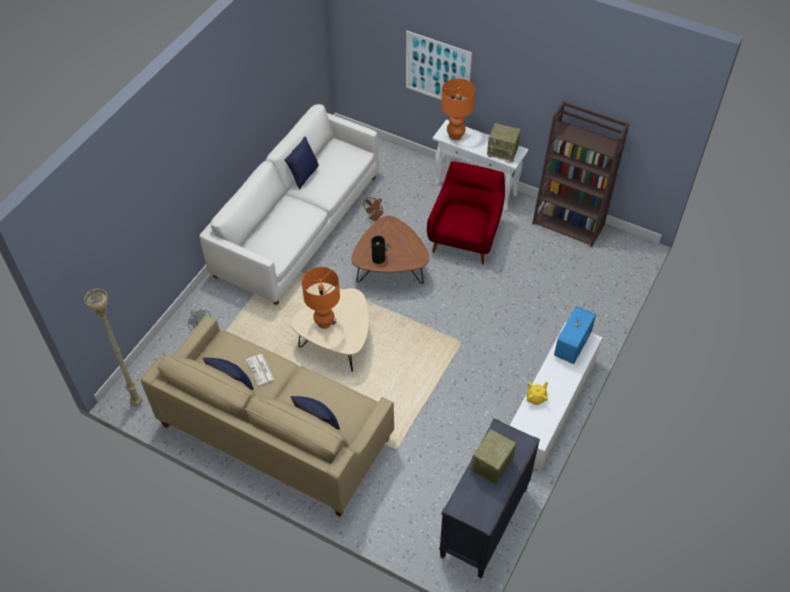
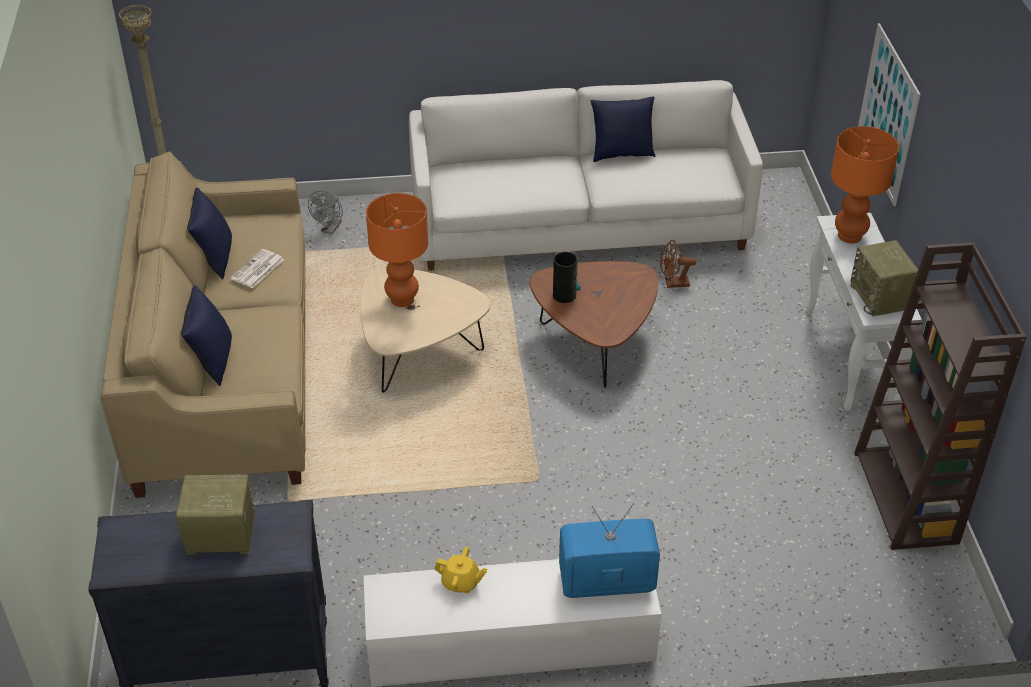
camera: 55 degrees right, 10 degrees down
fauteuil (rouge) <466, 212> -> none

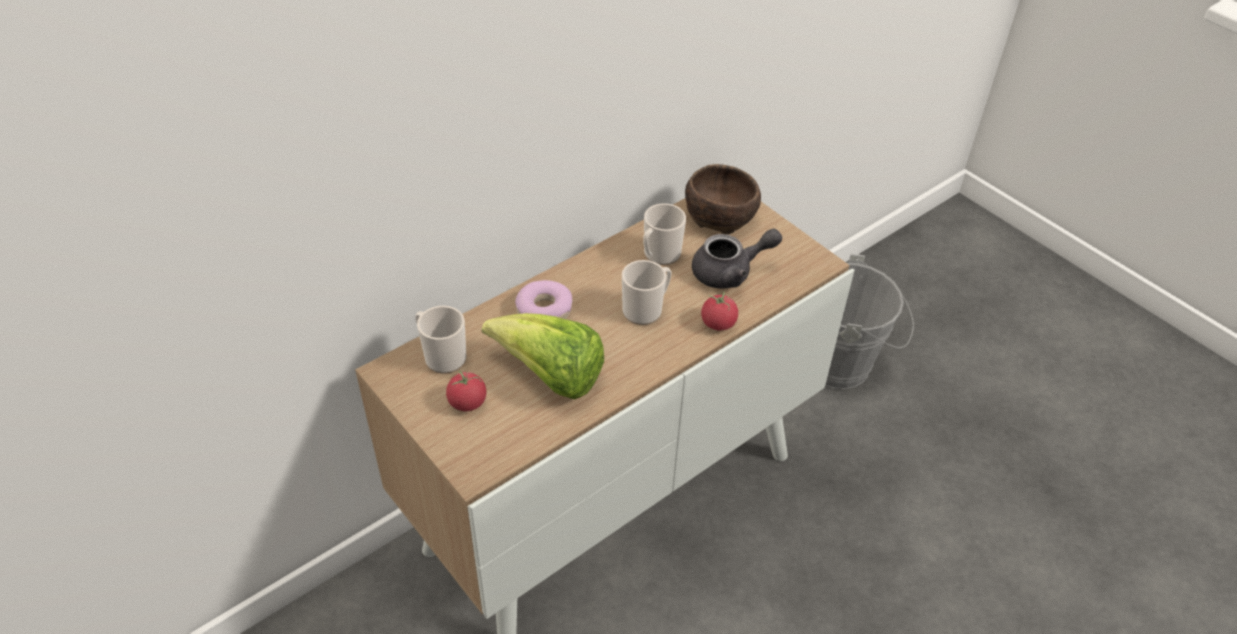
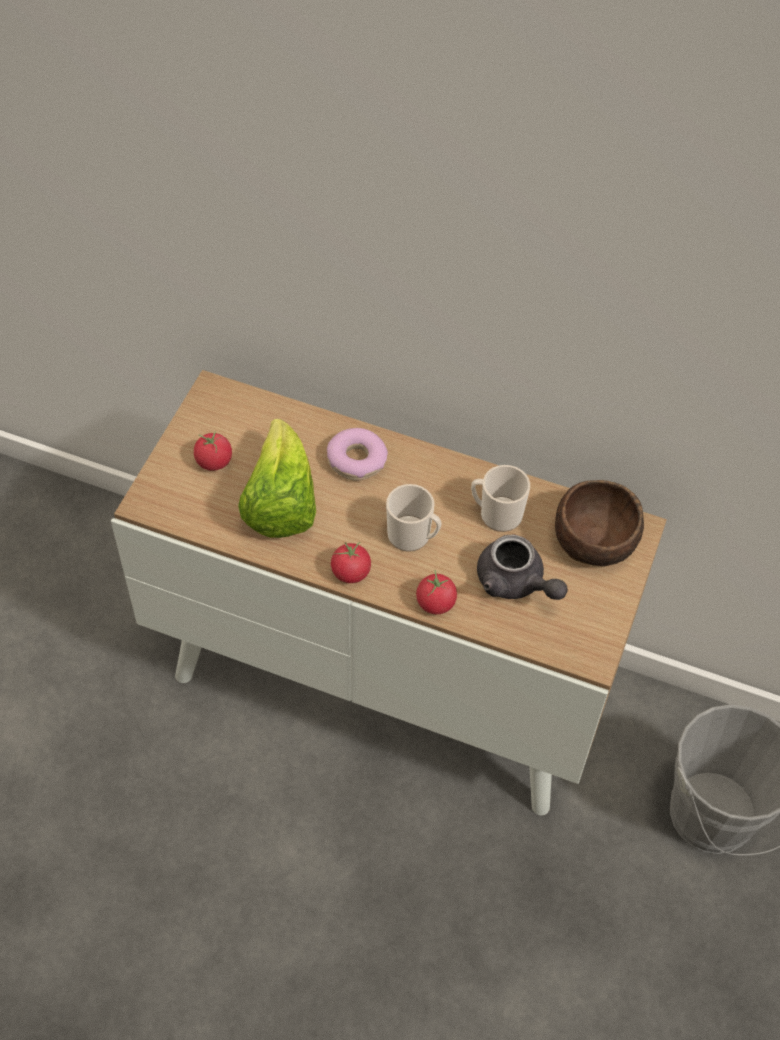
camera: 60 degrees right, 10 degrees up
mug <440, 340> -> none
none -> tomate <351, 562>

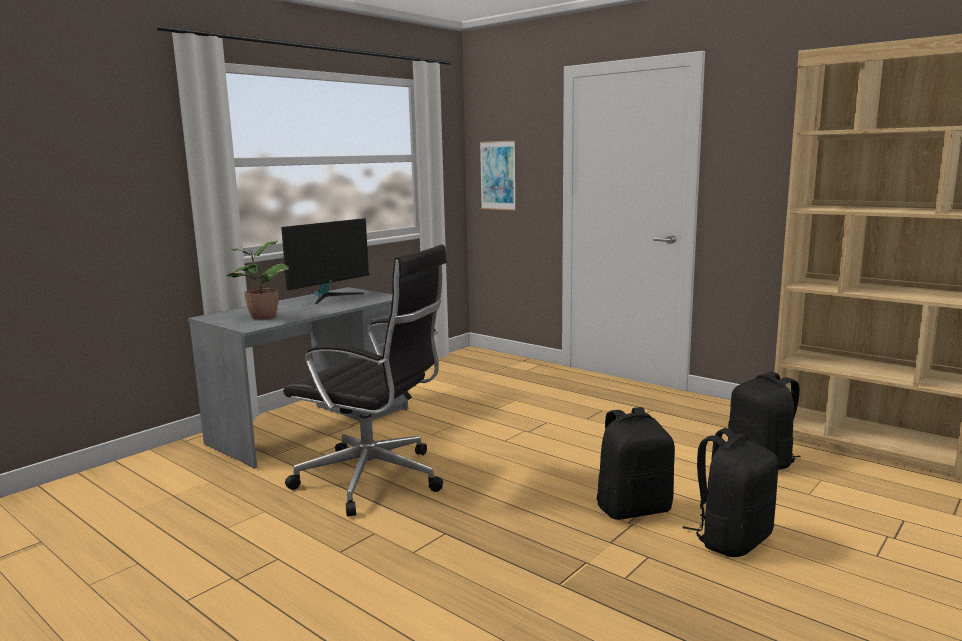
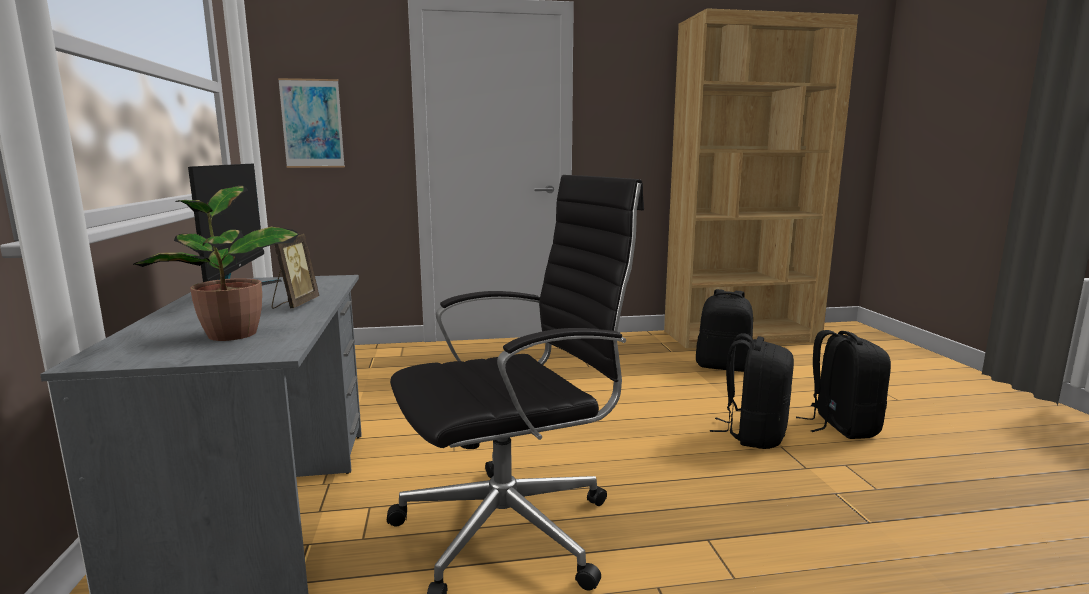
camera: 50 degrees left, 0 degrees up
none -> cadre photo <295, 271>

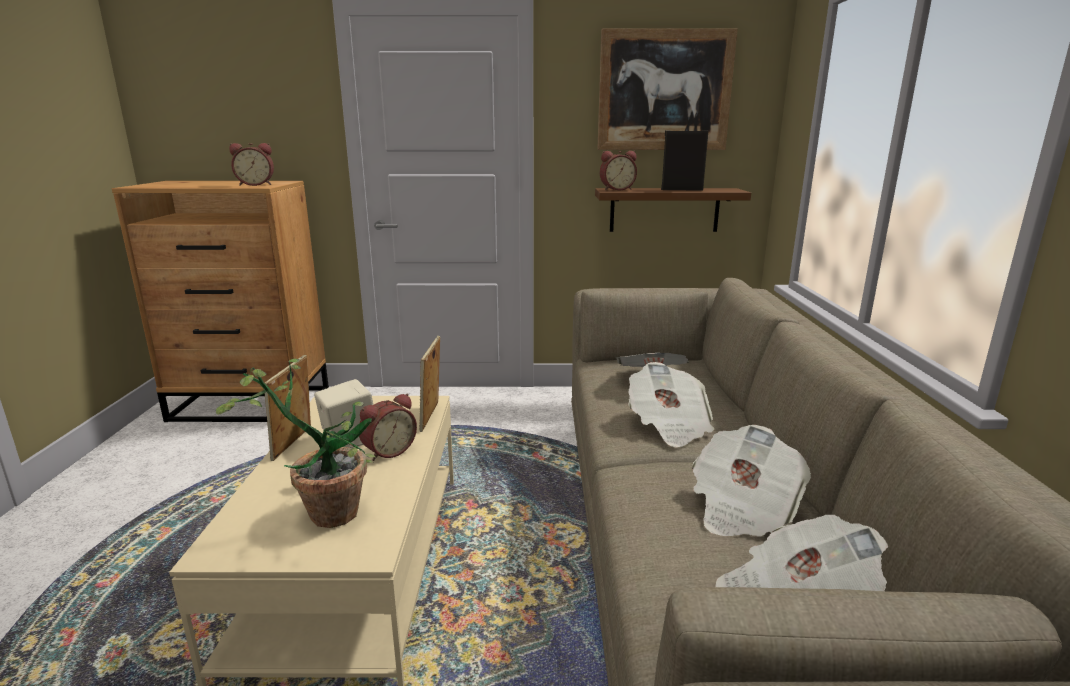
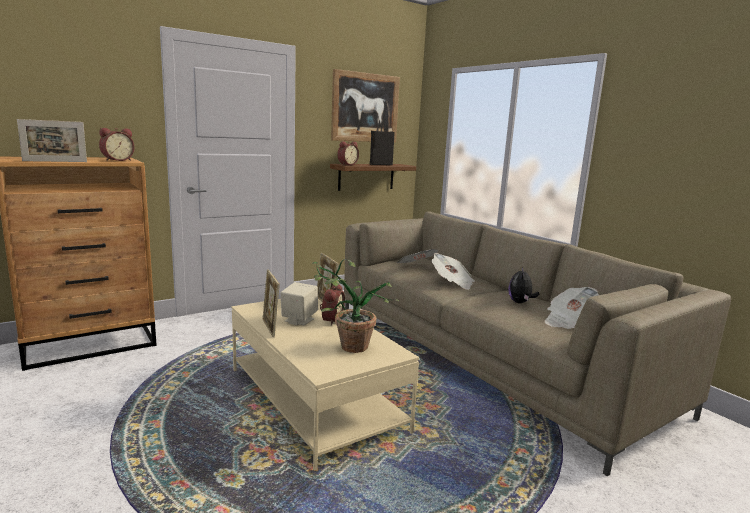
camera: 35 degrees left, 5 degrees down
journal <751, 481> -> peluche <523, 285>
none -> cadre photo <52, 140>

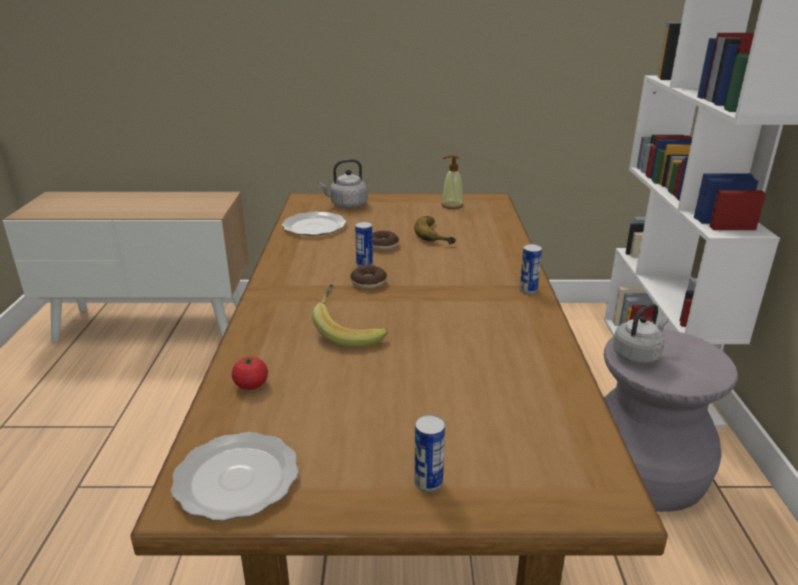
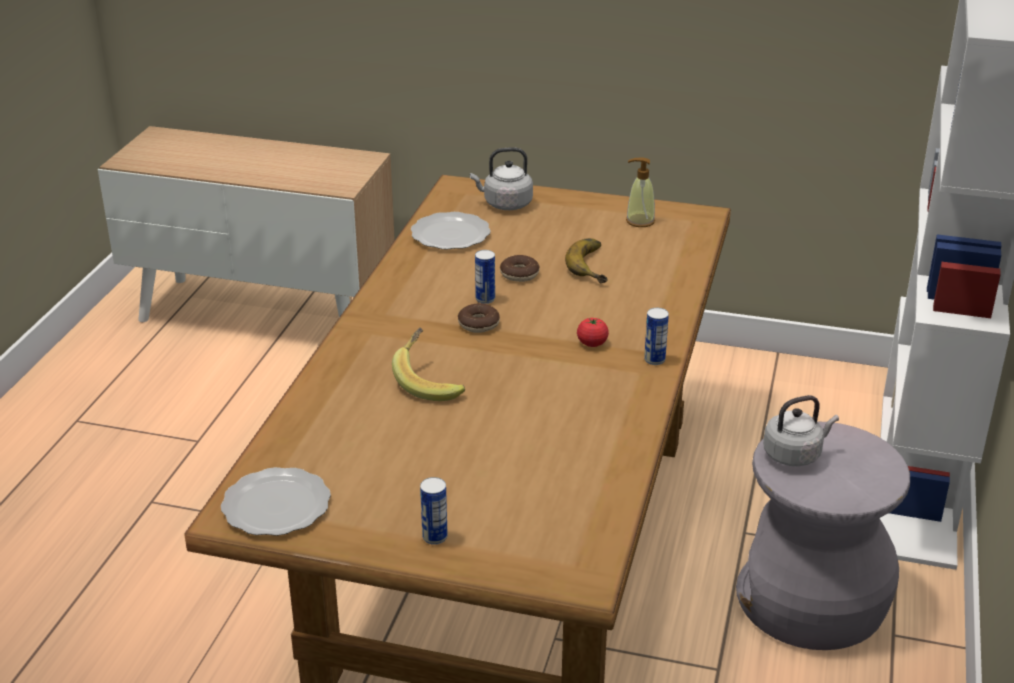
camera: 15 degrees right, 5 degrees up
tomate <250, 373> -> tomate <593, 332>, move

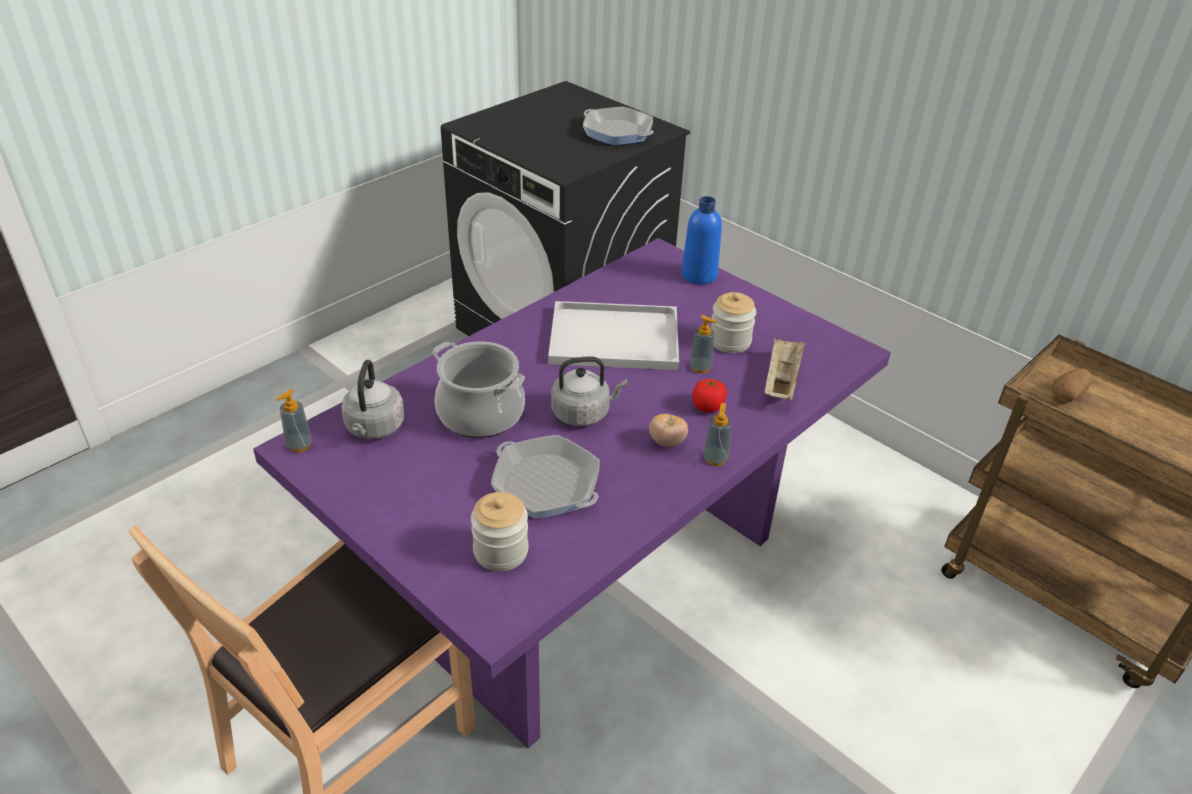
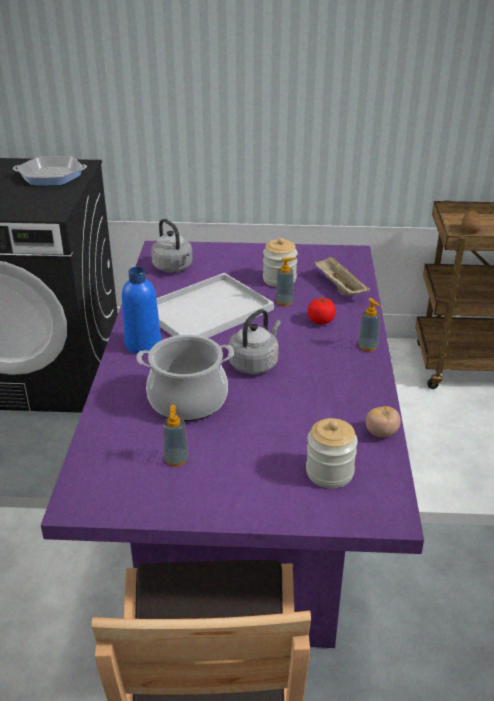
camera: 40 degrees left, 5 degrees down
bouteille (bleu) <701, 240> -> bouteille (bleu) <141, 310>, move
bouilloire (gris) <373, 399> -> bouilloire (gris) <172, 245>, move
distributeur de savon <294, 420> -> distributeur de savon <176, 435>, move
tomate <668, 430> -> tomate <383, 421>, move
poêle <545, 477> -> none

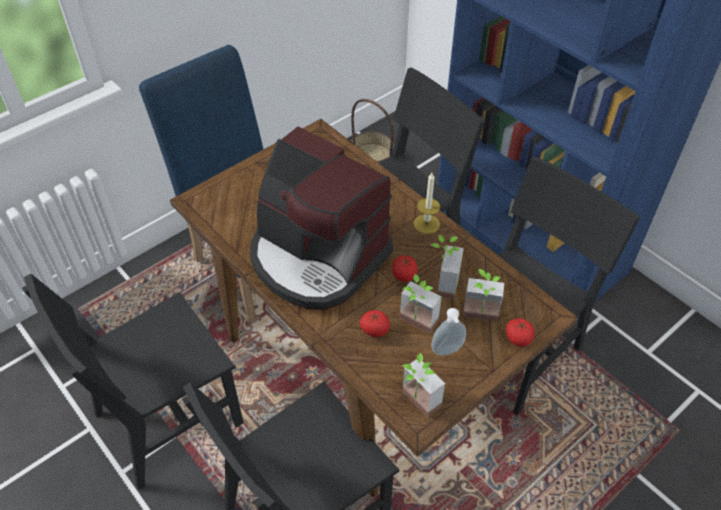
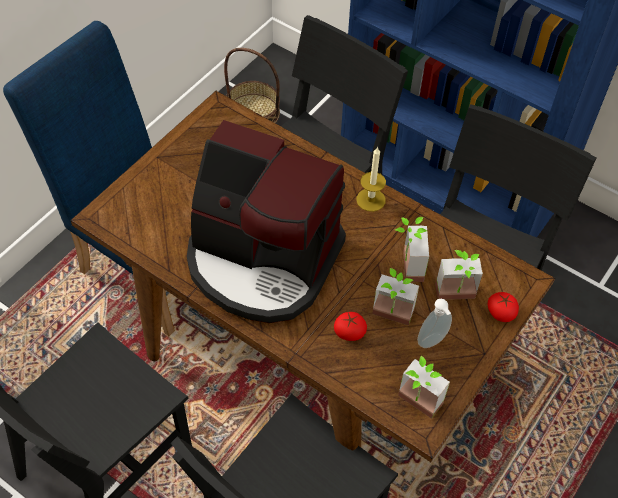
camera: 15 degrees left, 5 degrees up
tomate <405, 268> -> none

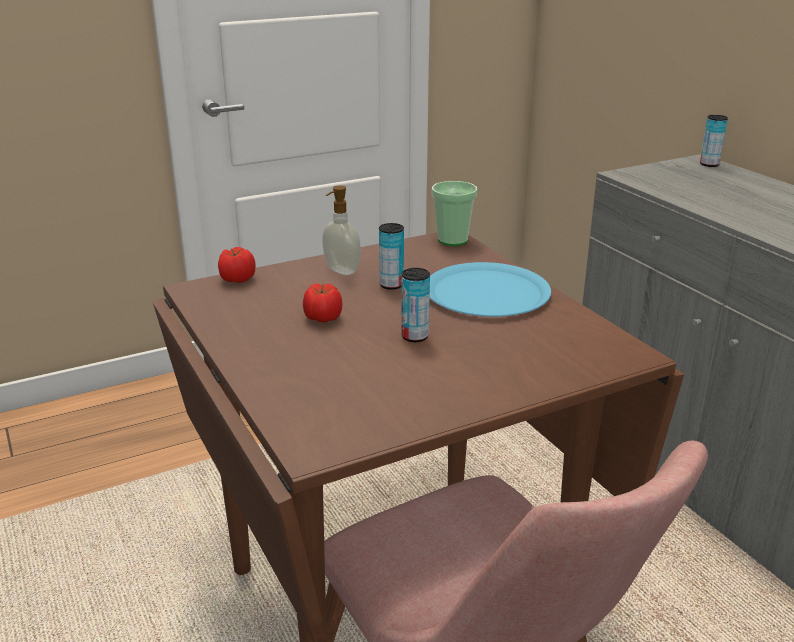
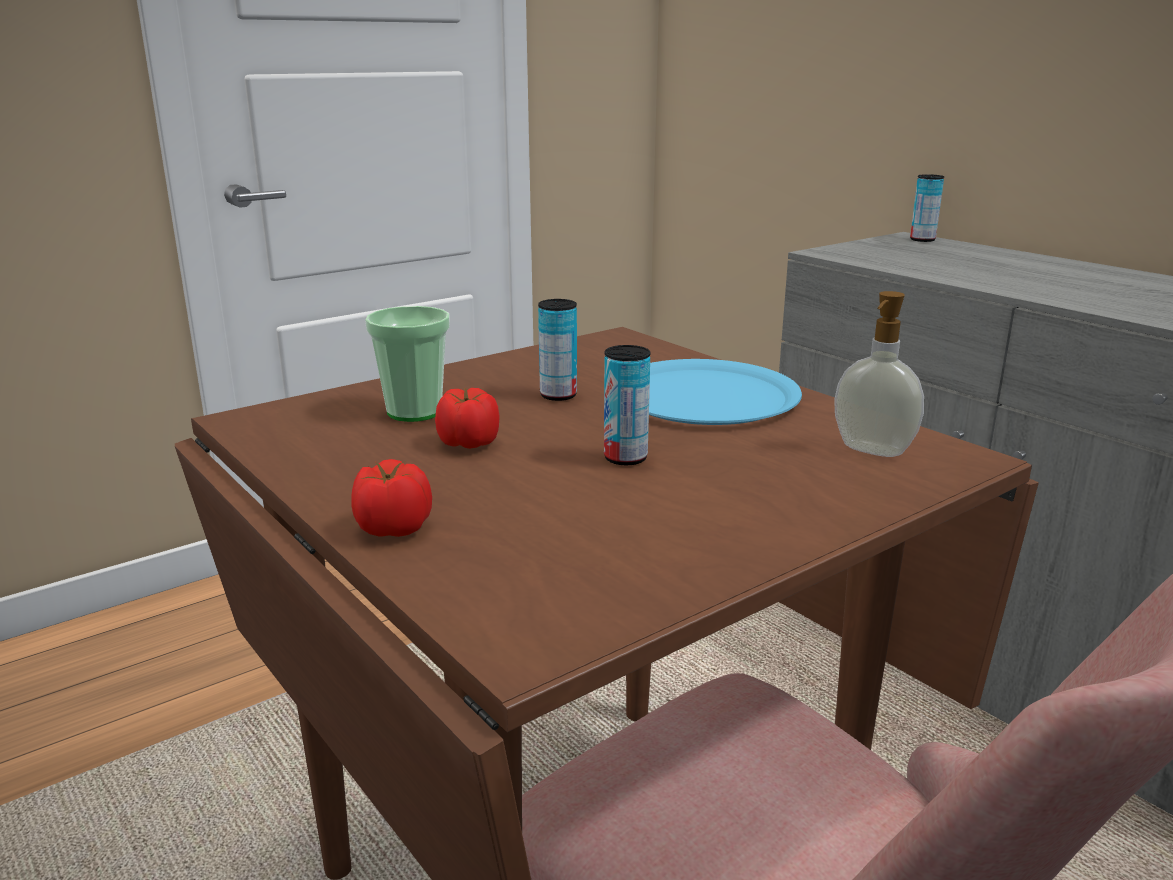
camera: 10 degrees left, 5 degrees down
tasse <454, 213> -> tasse <407, 364>, move
distributeur de savon <342, 230> -> distributeur de savon <879, 374>, move
tomate <237, 265> -> tomate <391, 498>, move

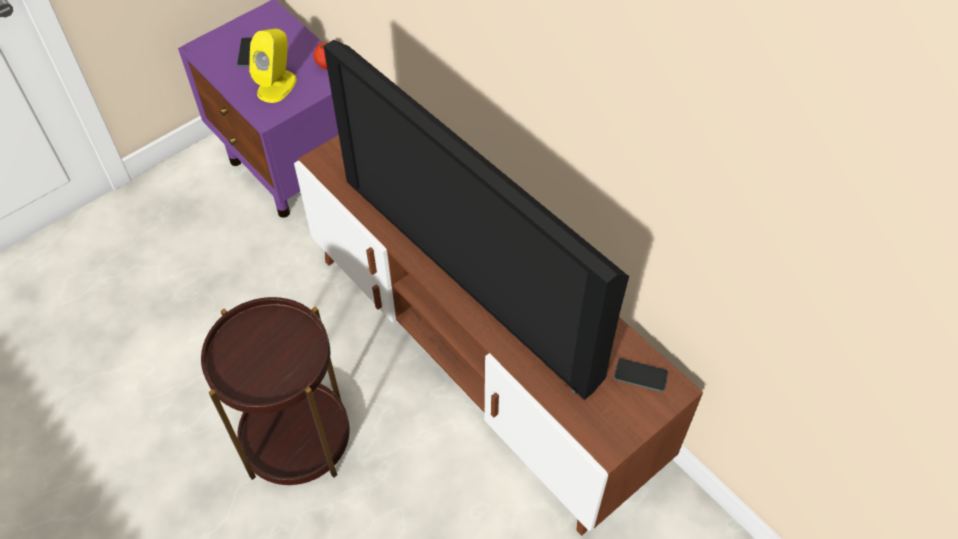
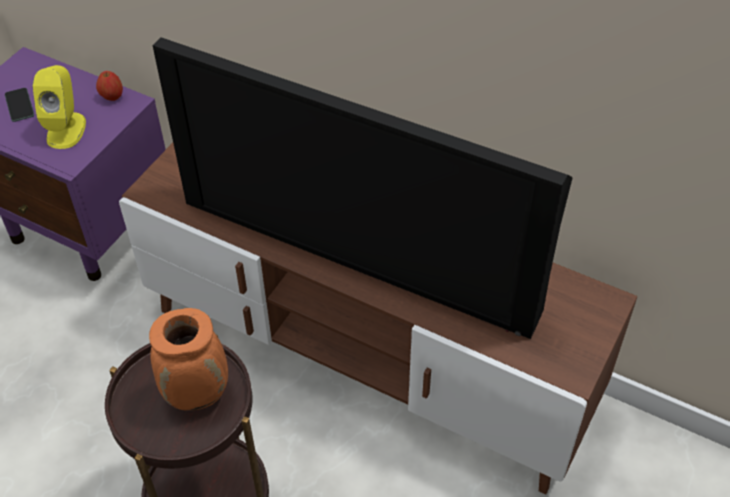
camera: 20 degrees left, 5 degrees down
téléphone <641, 375> -> none
none -> vase (orange) <188, 359>

